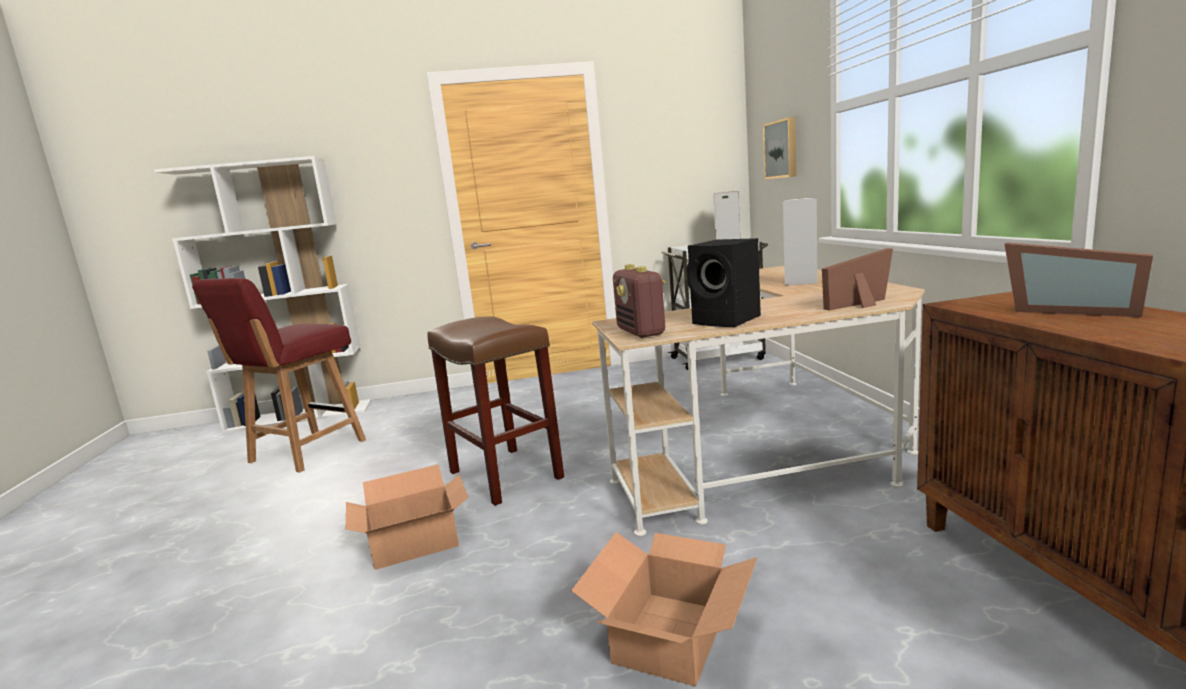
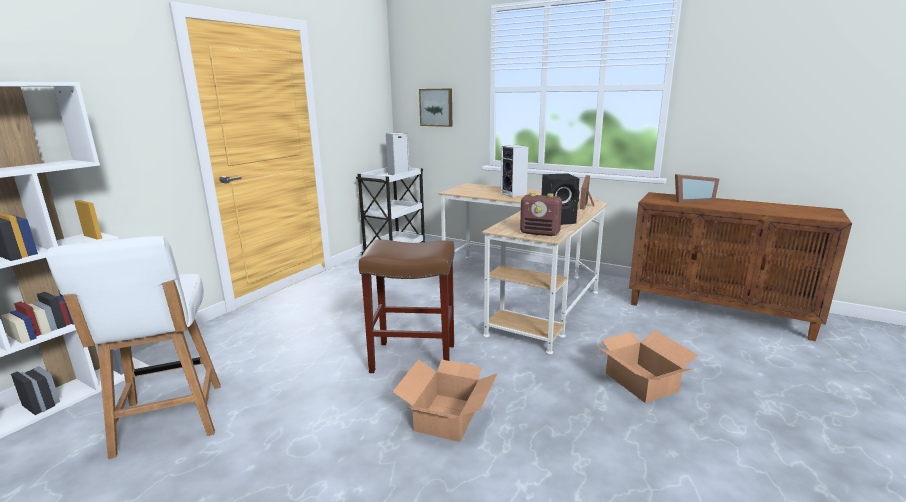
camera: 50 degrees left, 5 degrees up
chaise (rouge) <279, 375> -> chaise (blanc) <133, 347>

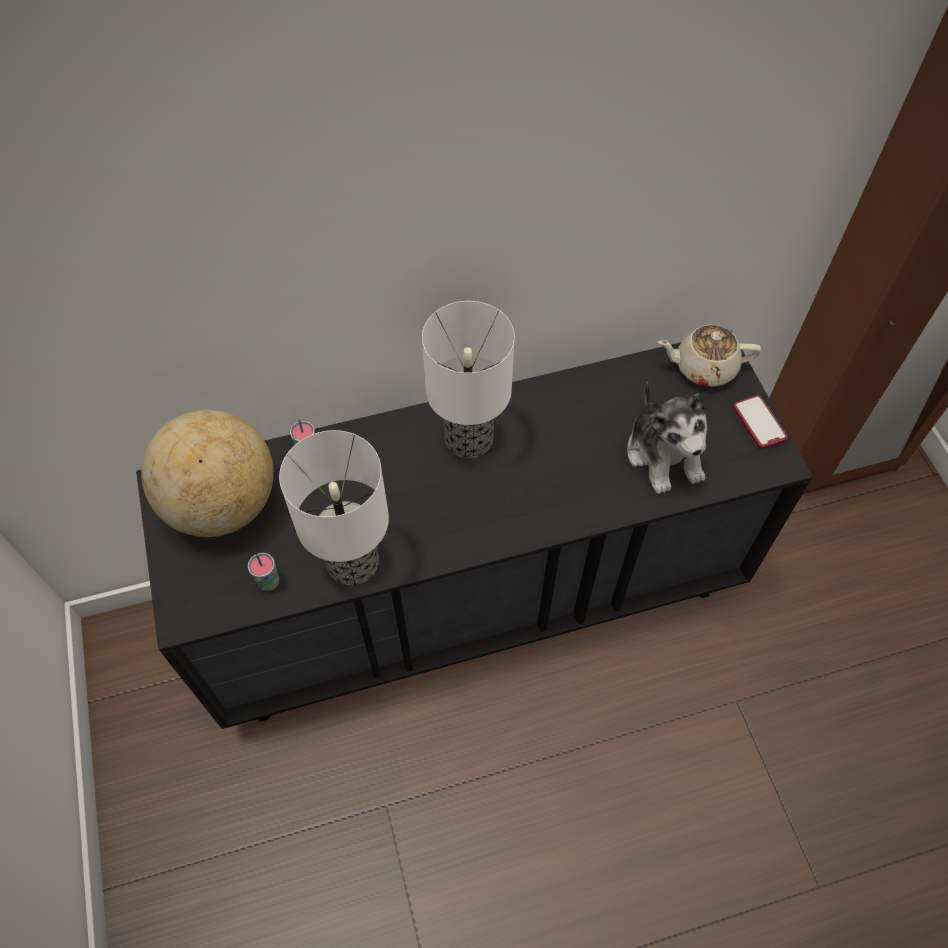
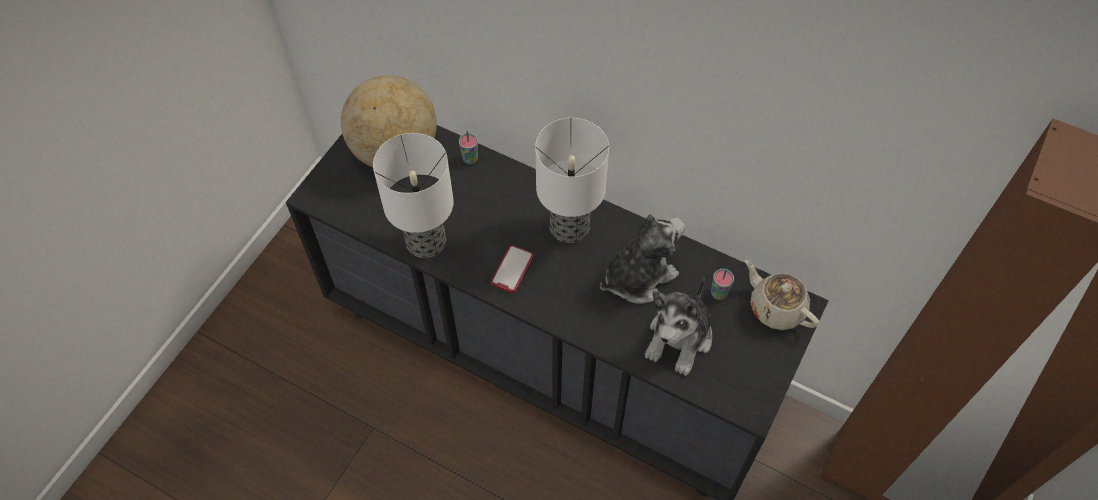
camera: 45 degrees right, 0 degrees up
téléphone <760, 422> -> téléphone <512, 269>, move
tasse <263, 572> -> tasse <722, 284>, move
none -> peluche <642, 259>

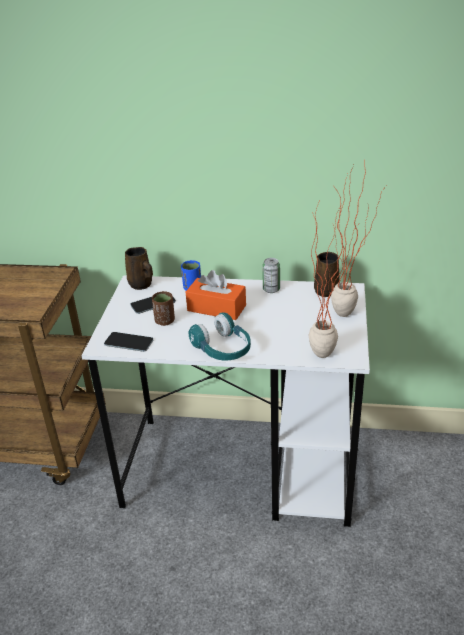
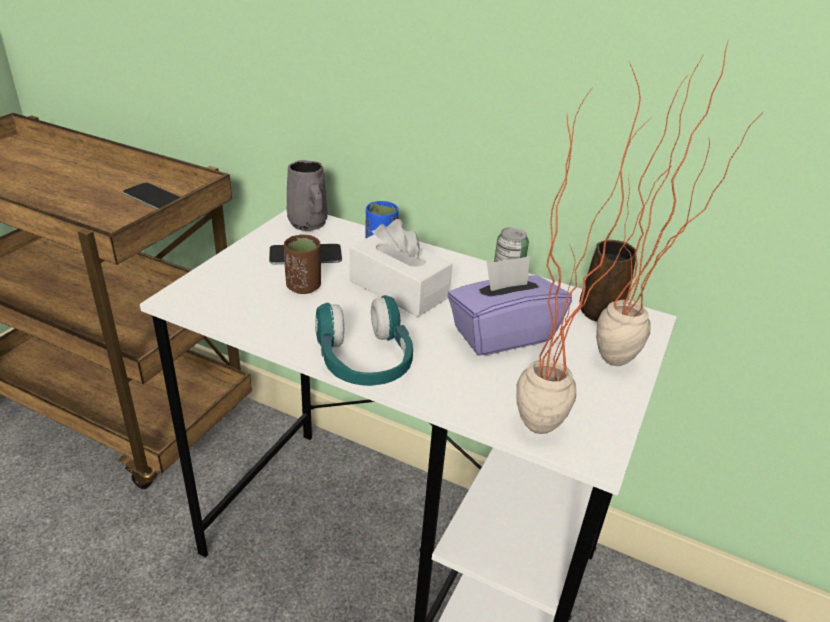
camera: 15 degrees right, 0 degrees up
mug (marron) <139, 268> -> mug (gris) <307, 195>
boîte à mouchoirs (orange) <216, 295> -> boîte à mouchoirs (blanc) <401, 268>
téléphone <128, 342> -> téléphone <151, 196>, move
none -> boîte à mouchoirs (violet) <510, 306>

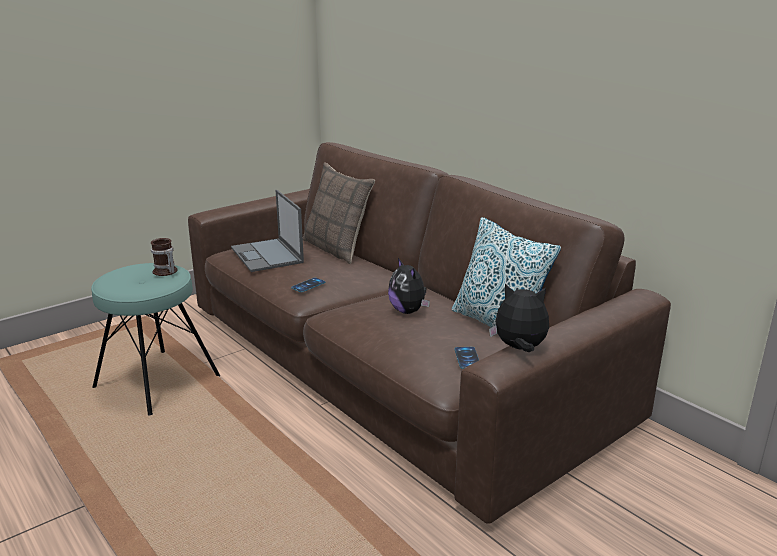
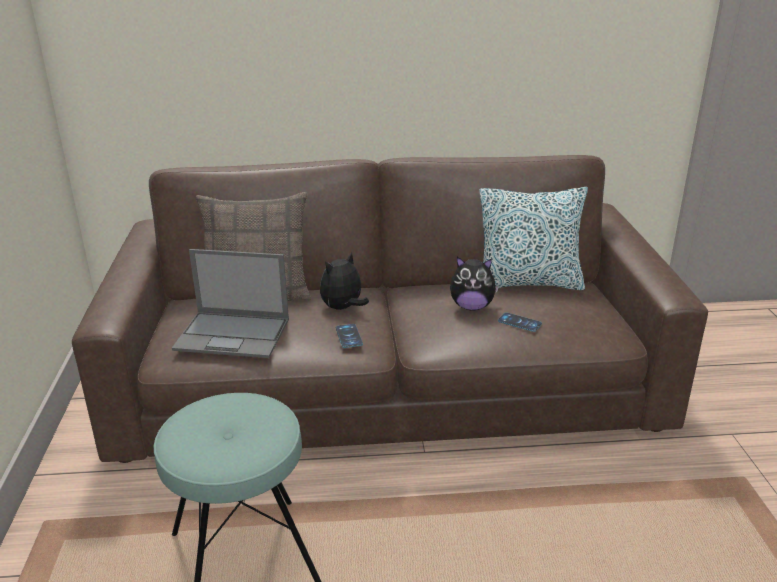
camera: 55 degrees left, 5 degrees up
mug <164, 257> -> none
peluche <519, 318> -> peluche <344, 281>, move
téléphone <466, 358> -> téléphone <520, 322>, move

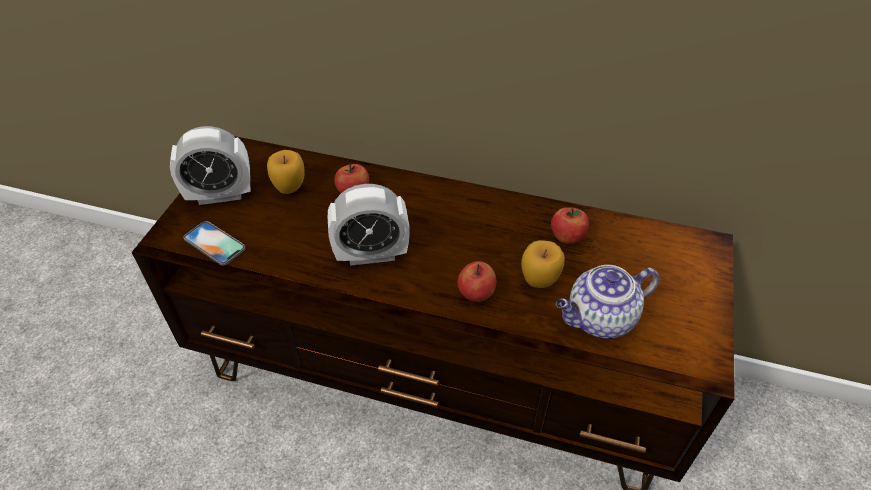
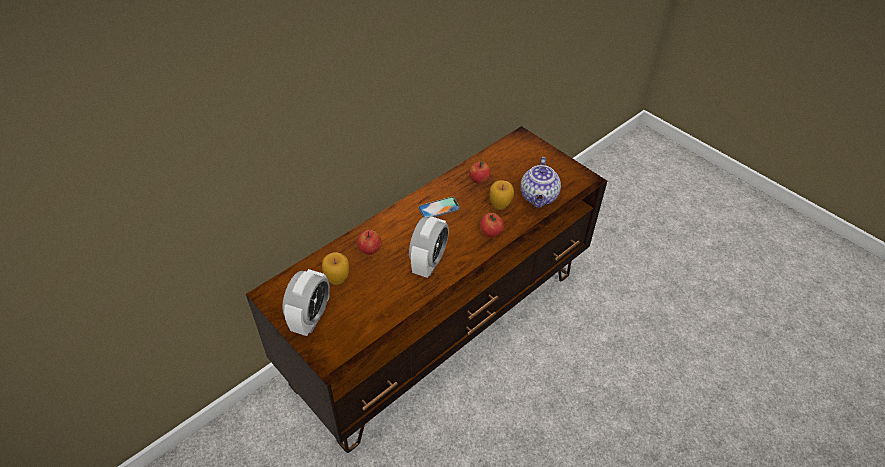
camera: 60 degrees left, 0 degrees up
téléphone <214, 243> -> téléphone <439, 207>, move

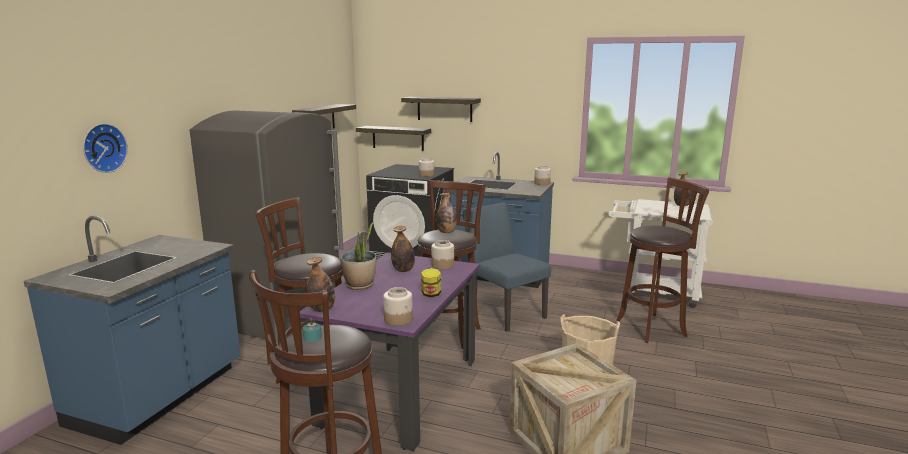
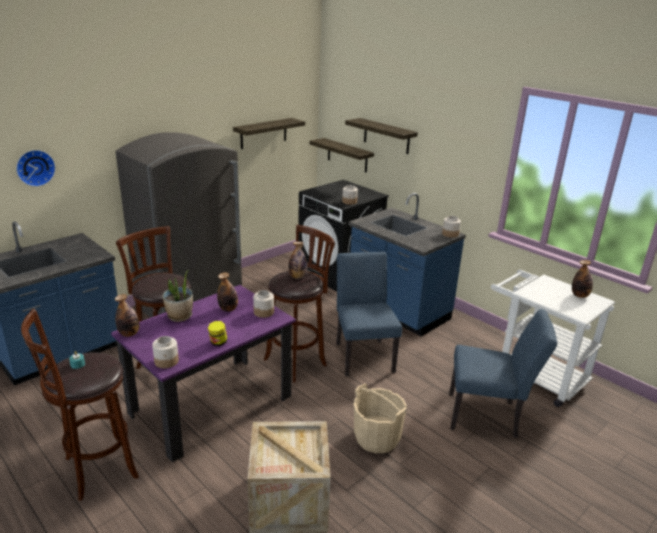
camera: 25 degrees right, 10 degrees up
tabouret (marron) <662, 260> -> chaise (bleu) <503, 373>

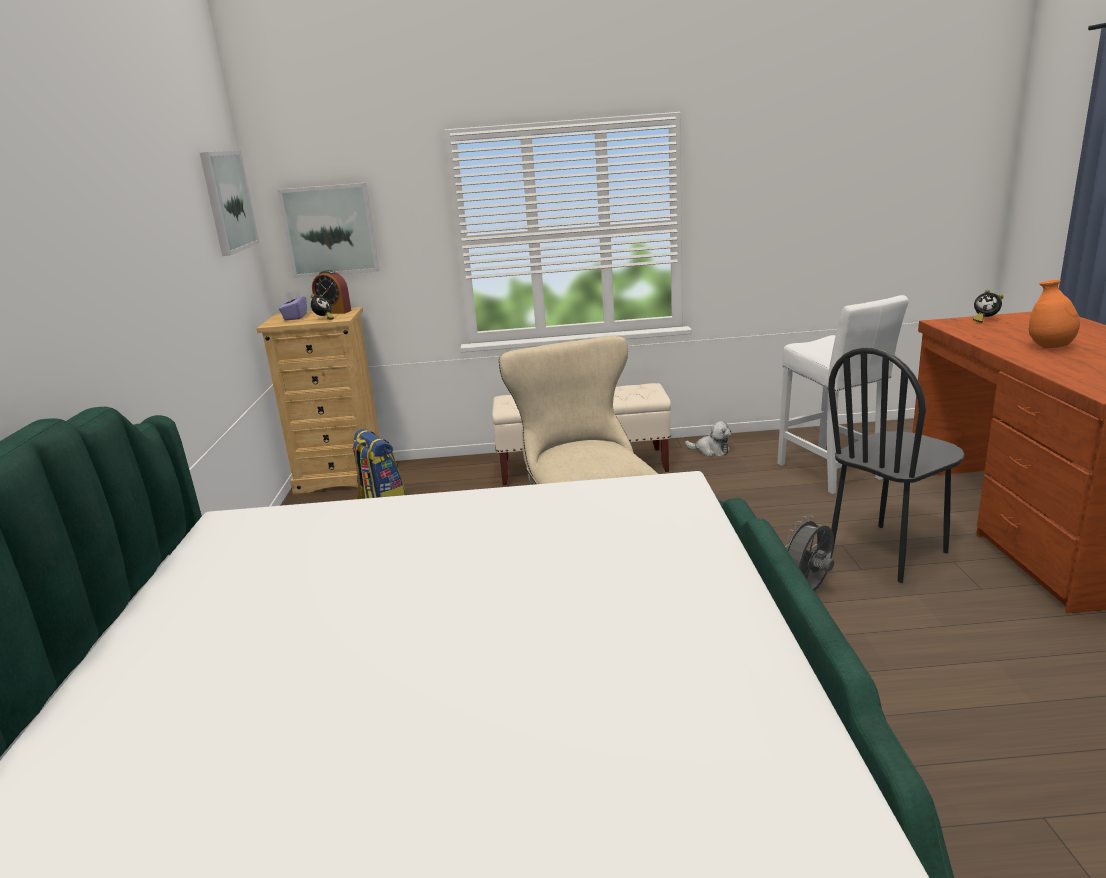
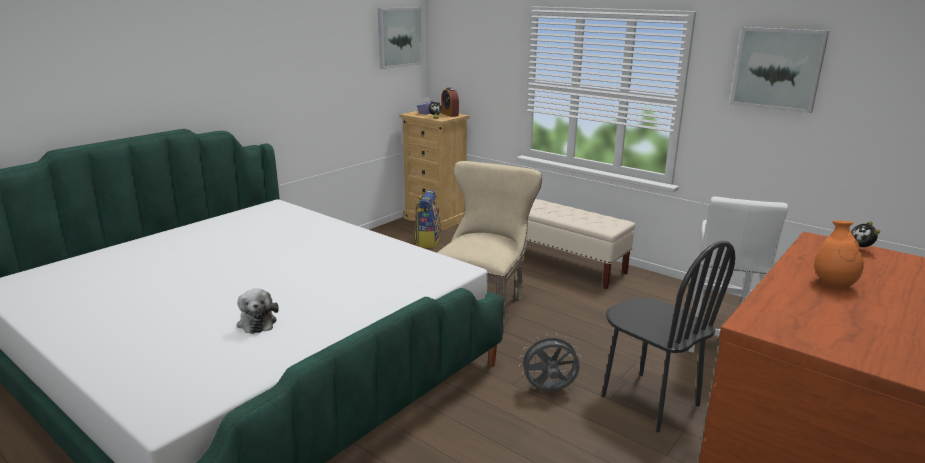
camera: 40 degrees right, 0 degrees up
tableau <328, 230> -> tableau <779, 70>, move
chaise (noir) <896, 465> -> chaise (noir) <668, 337>, 135 degrees counterclockwise
peluche <708, 439> -> peluche <258, 311>, move

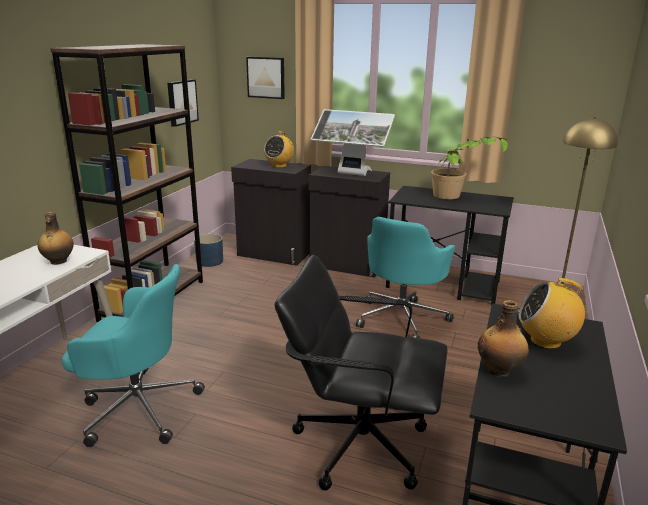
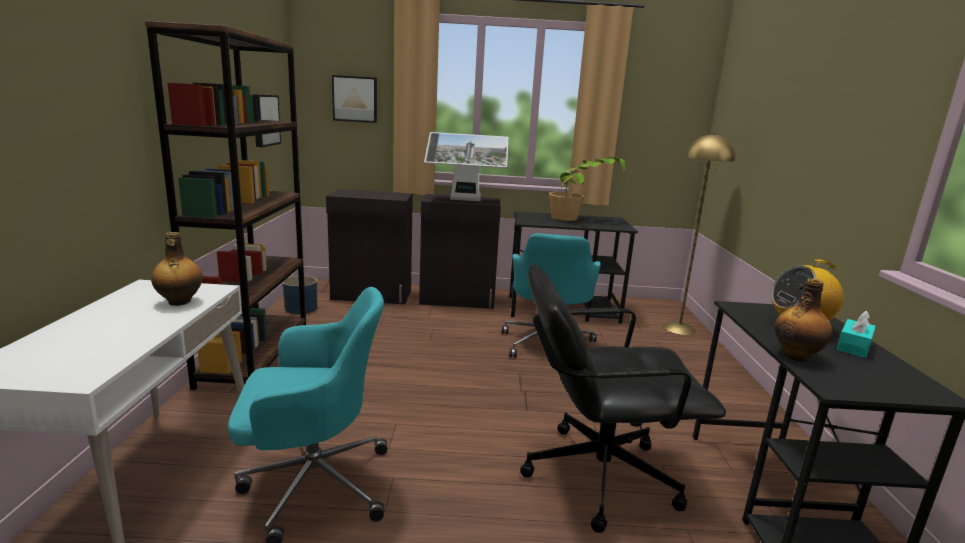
camera: 20 degrees left, 5 degrees down
radio <279, 149> -> none
none -> boîte à mouchoirs (turquoise) <856, 334>

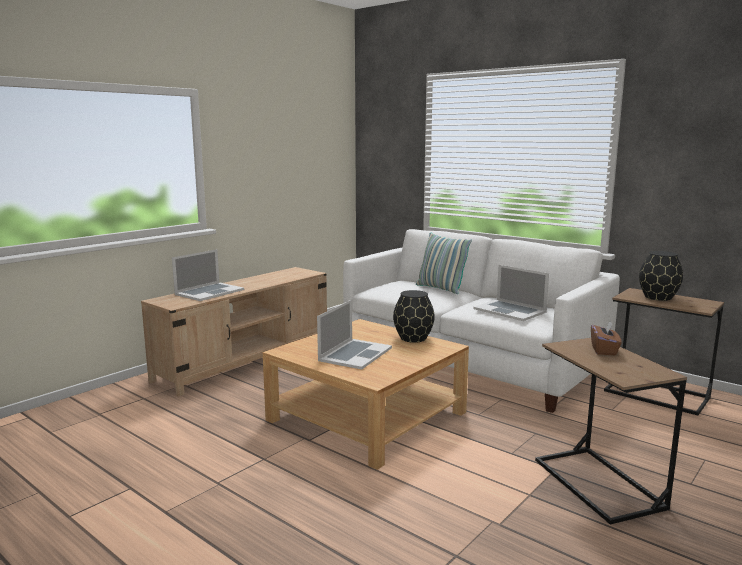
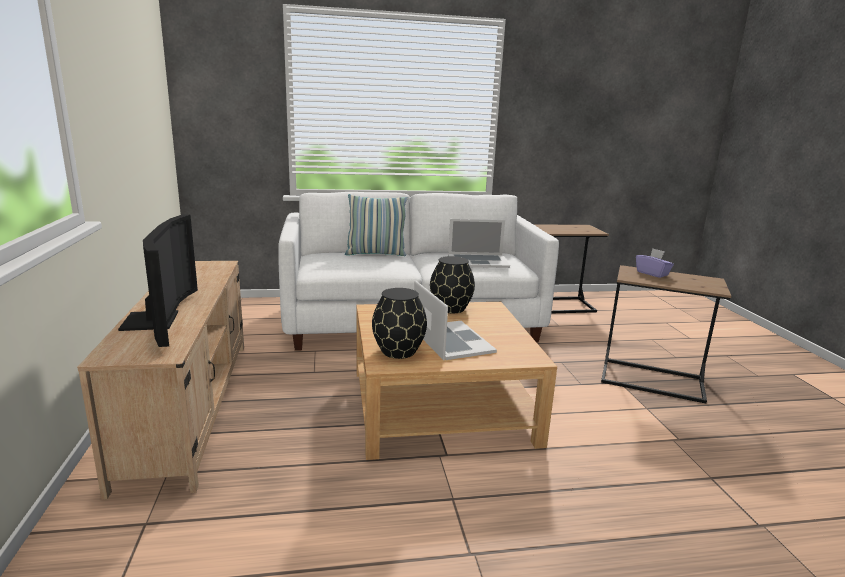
camera: 50 degrees left, 5 degrees up
ordinateur portable <208, 275> -> téléviseur <158, 281>
vase (noir) <661, 276> -> vase (noir) <399, 323>, move
boîte à mouchoirs (marron) <606, 337> -> boîte à mouchoirs (violet) <655, 263>

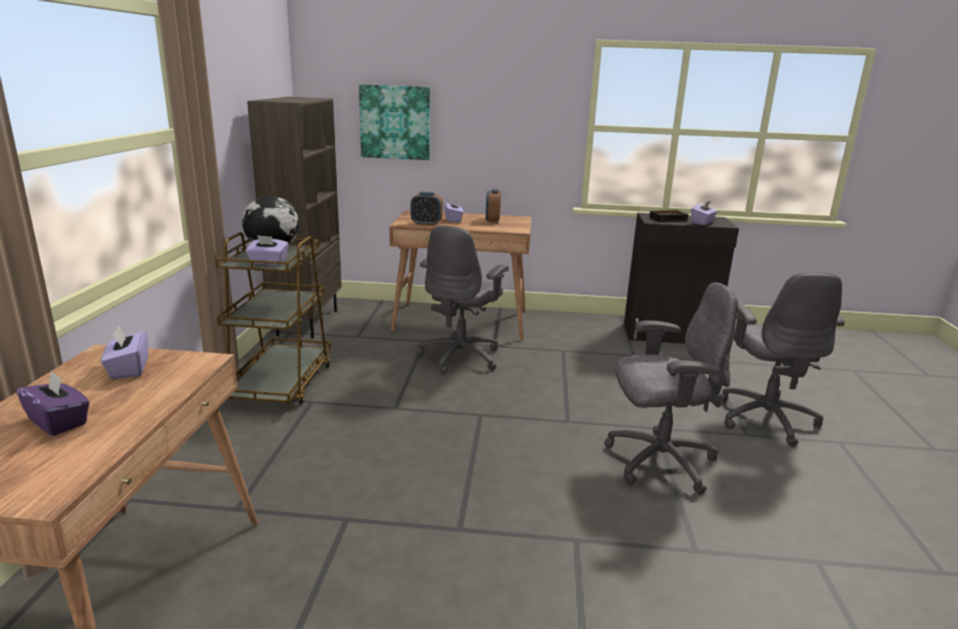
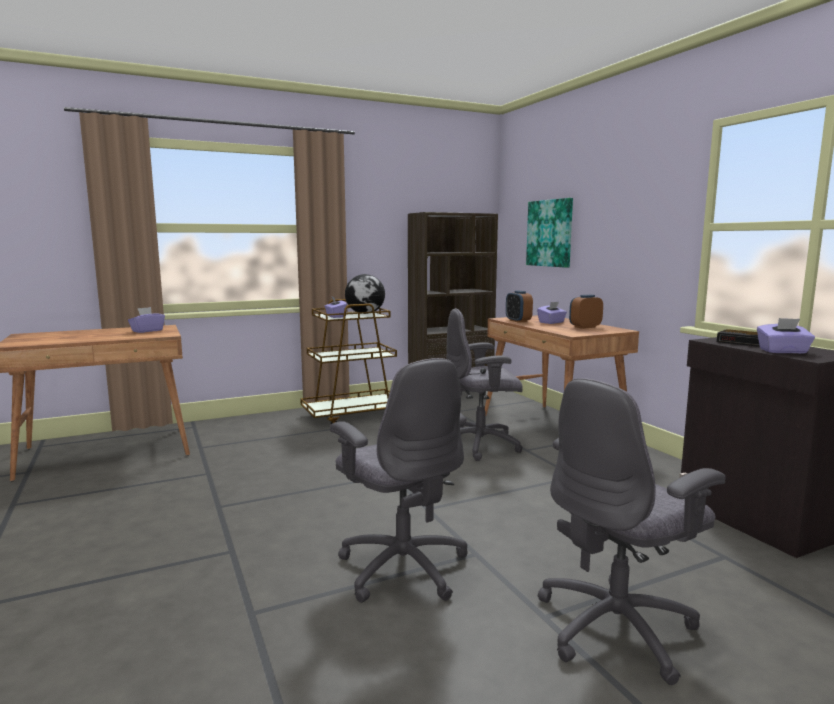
camera: 60 degrees right, 10 degrees down
boîte à mouchoirs (violet) <53, 403> -> none

